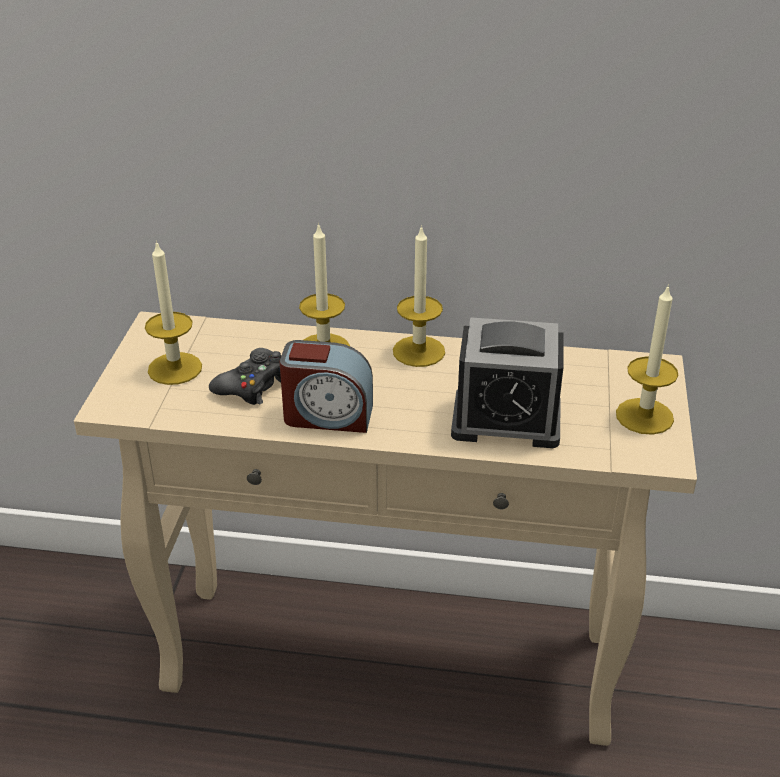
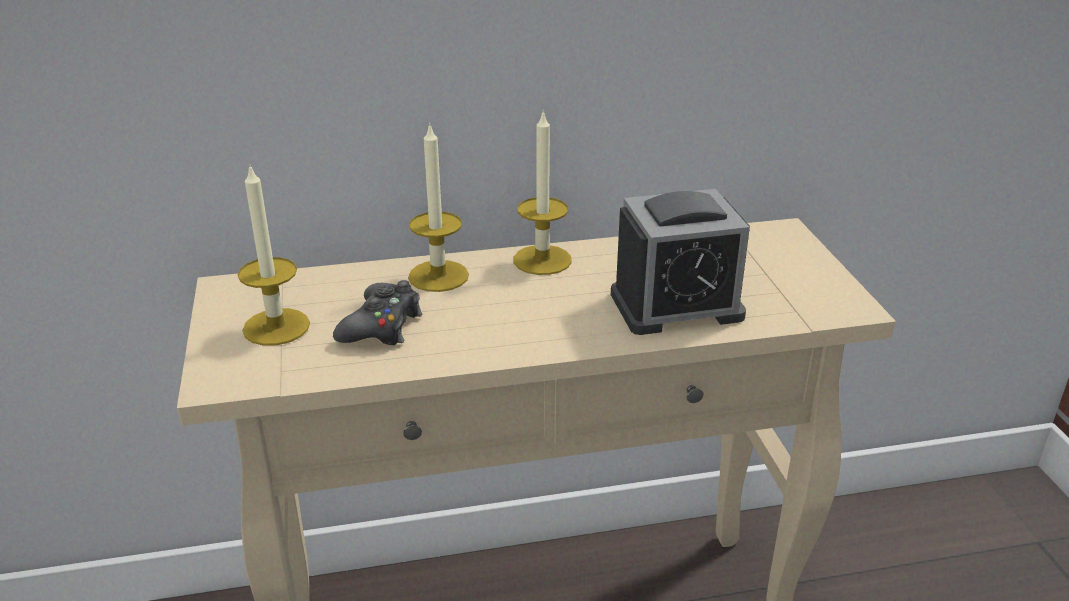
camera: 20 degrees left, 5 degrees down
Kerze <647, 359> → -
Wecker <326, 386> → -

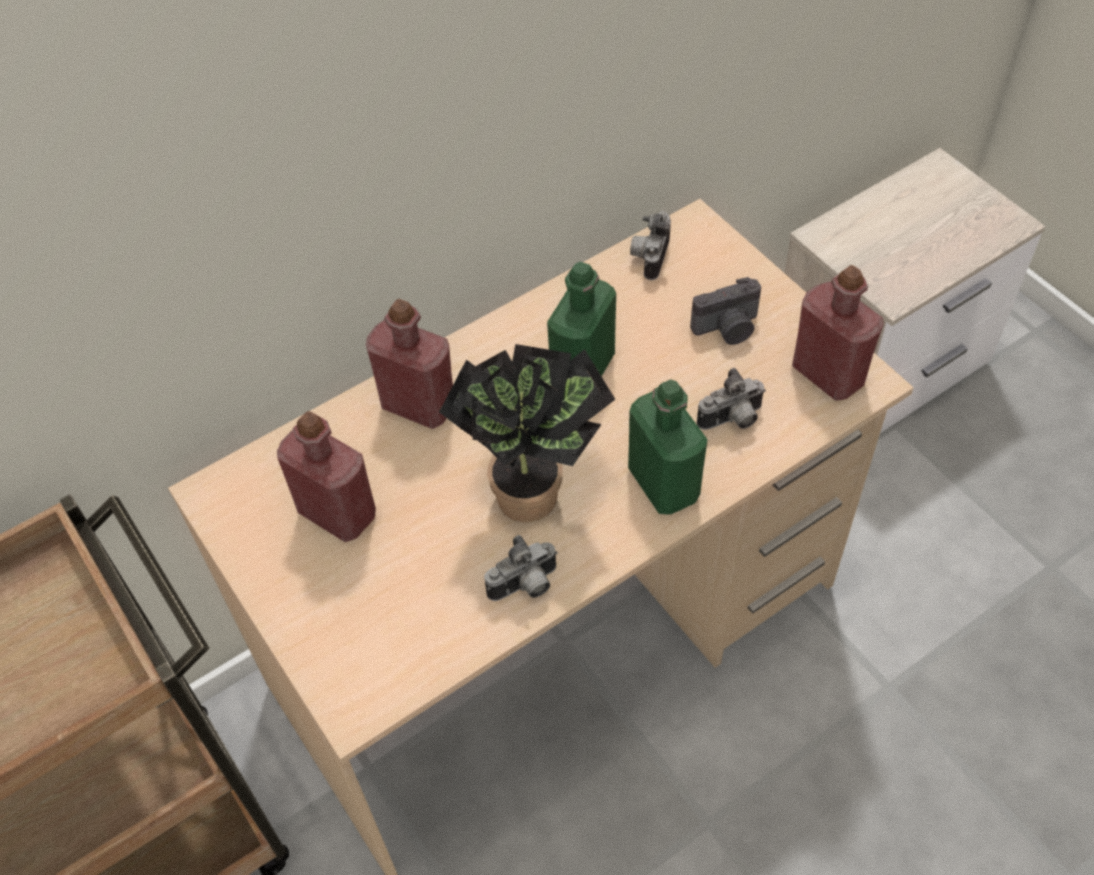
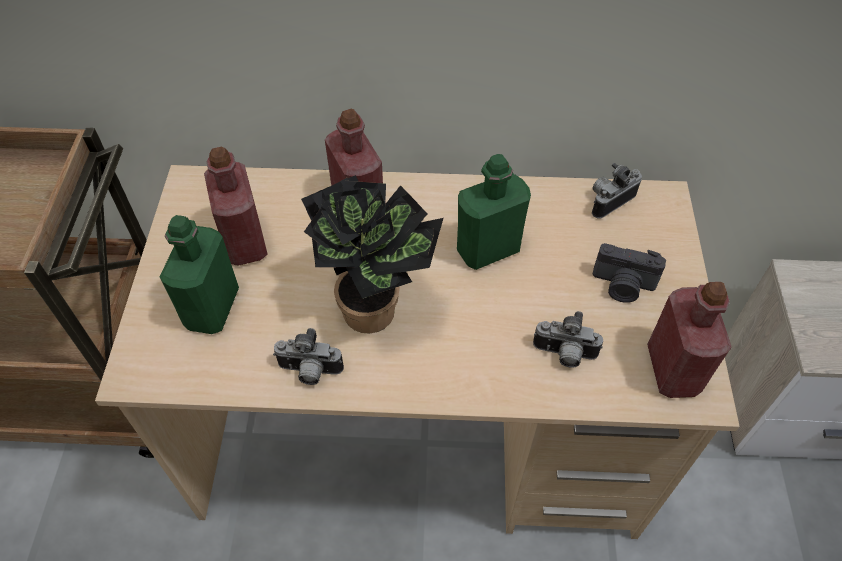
camera: 35 degrees right, 0 degrees up
Flasche/grün <668, 446> → Flasche/grün <199, 274>, move

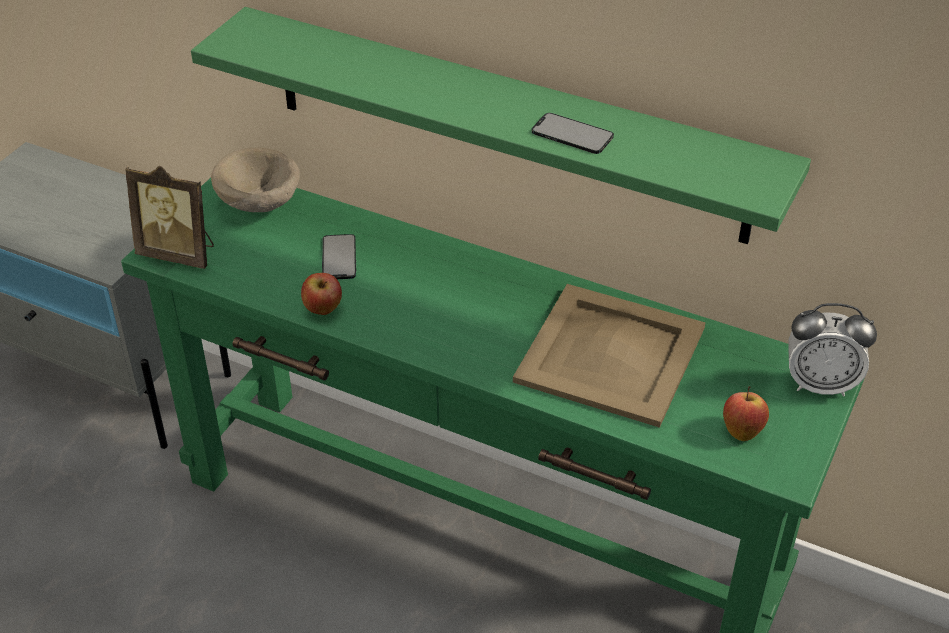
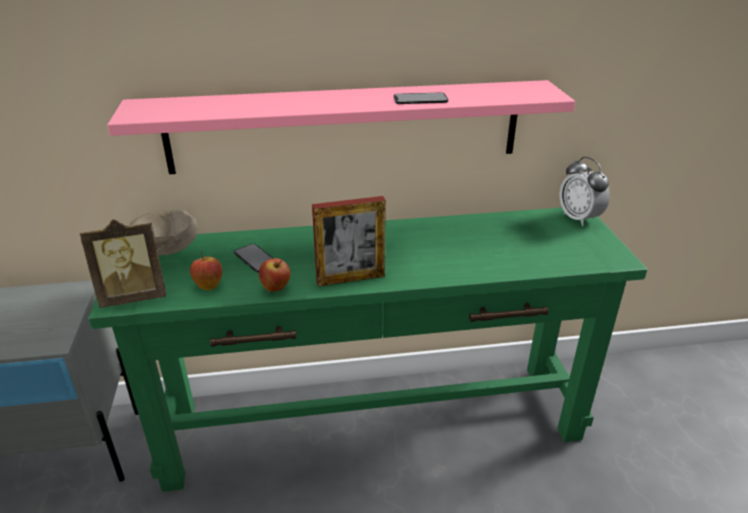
camera: 35 degrees left, 10 degrees down
Wandregal/grün <501, 125> → Wandregal/rosa <341, 127>
Tablett/beige <609, 356> → -
Wecker <832, 350> → Wecker <584, 191>, 90 degrees clockwise
Apfel <746, 413> → Apfel <206, 271>, move
- → Bilderrahmen <349, 241>

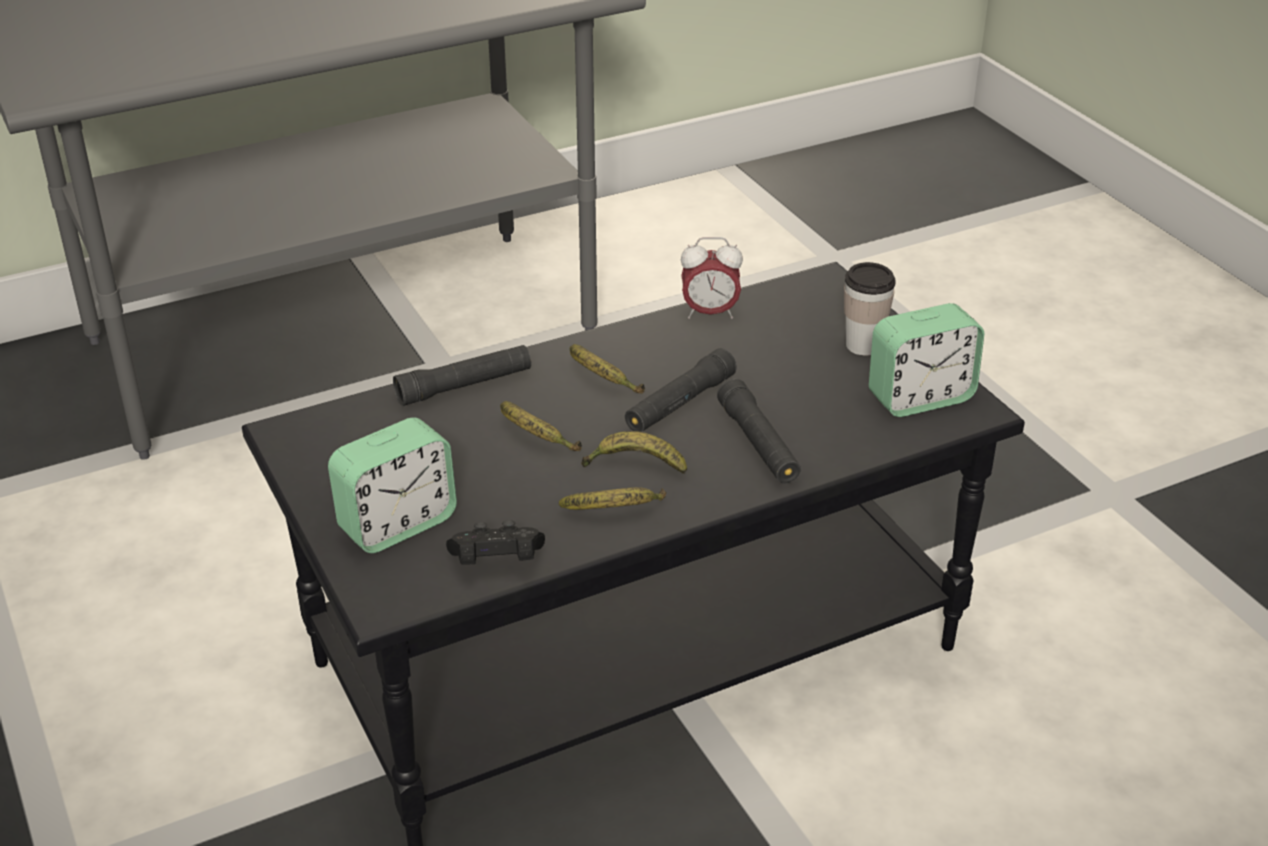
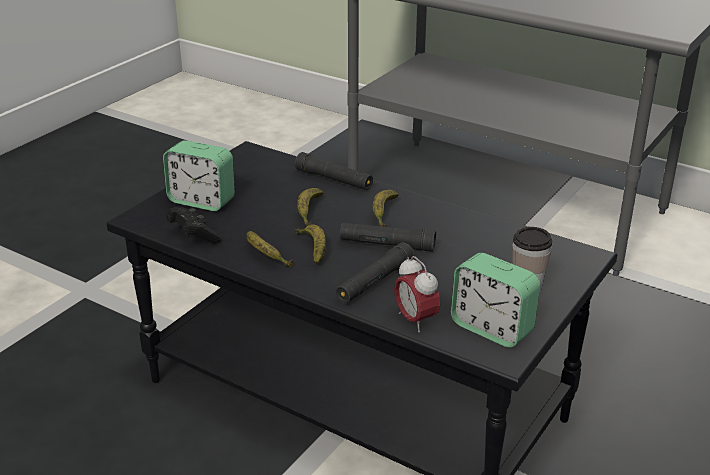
camera: 60 degrees right, 5 degrees down
Wecker <712, 278> → Wecker <417, 294>, move

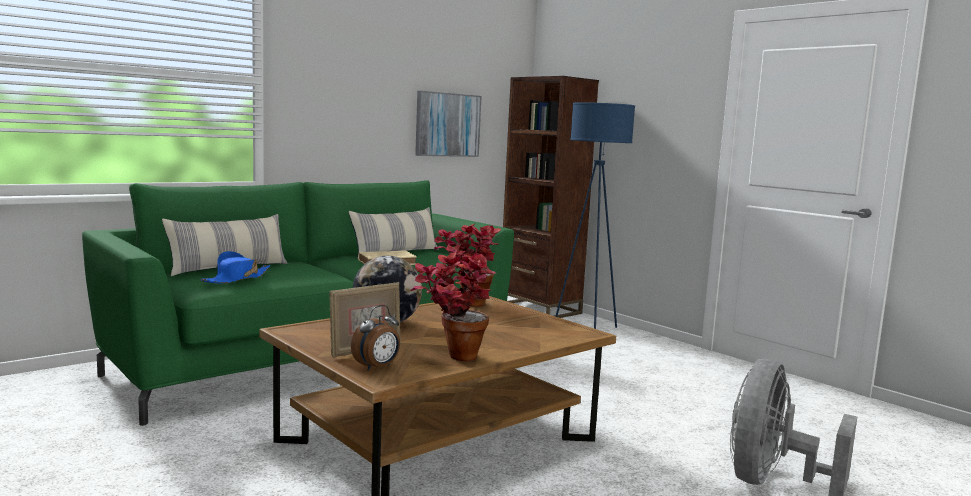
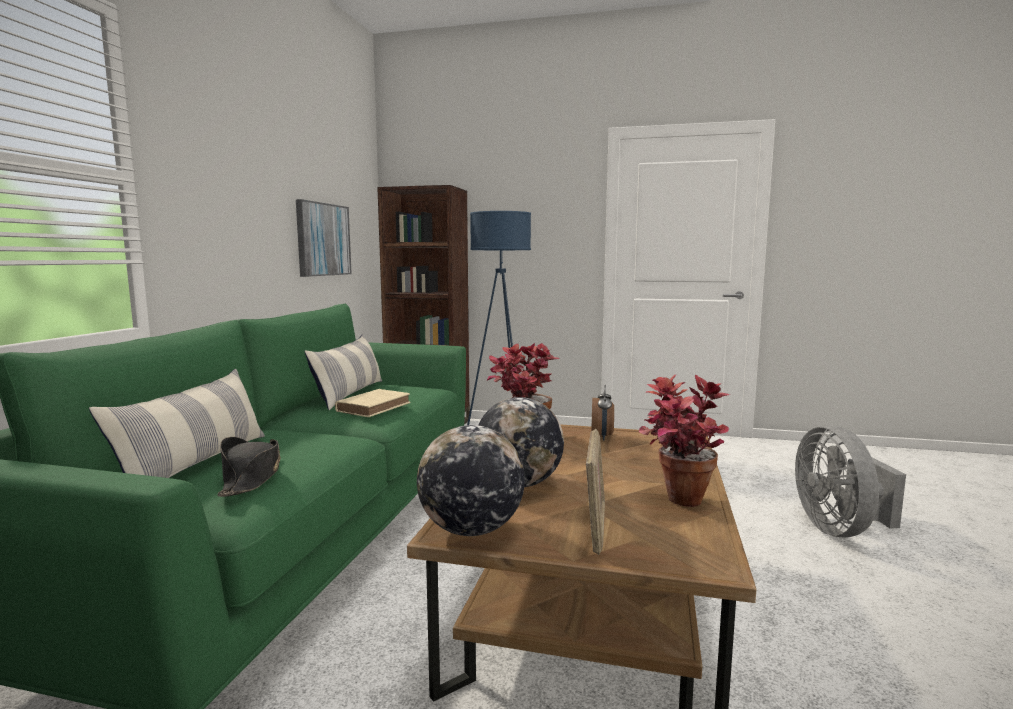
camera: 35 degrees left, 0 degrees up
Hut/blau <235, 267> → Hut/schwarz <249, 467>
Wecker <375, 338> → Wecker <602, 413>, move
- → Globus <471, 480>

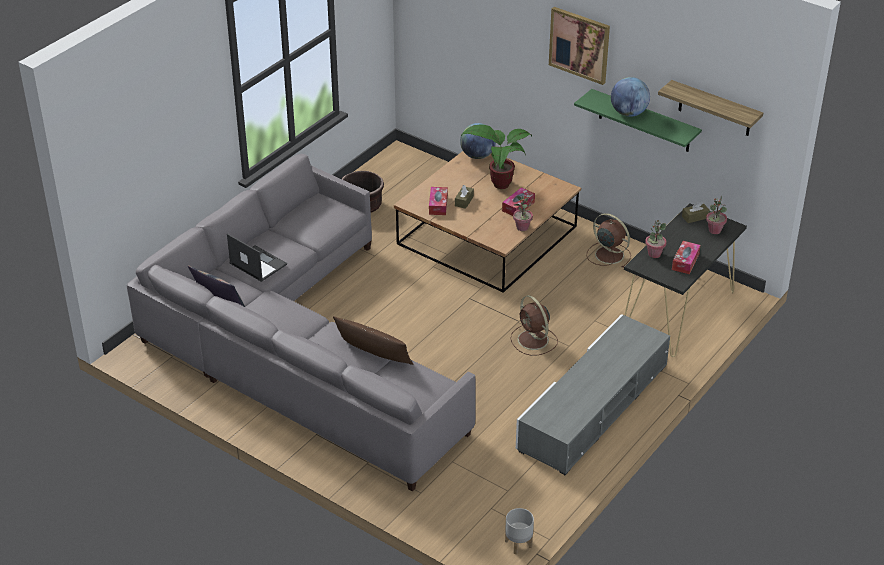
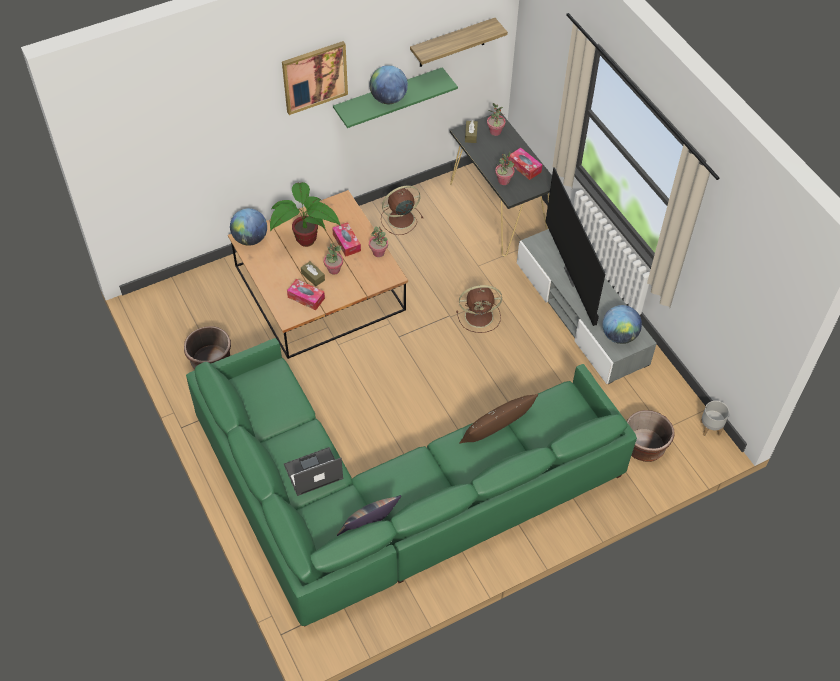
camera: 65 degrees left, 15 degrees up
Sofa/grau <301, 322> → Sofa/grün <411, 482>
- → Fernseher <576, 246>
- → Topfpflanze <333, 259>
- → Globus <622, 324>
- → Pflanzkübel/braun <651, 436>

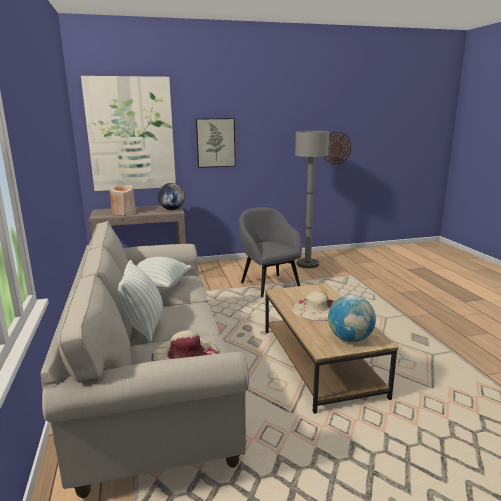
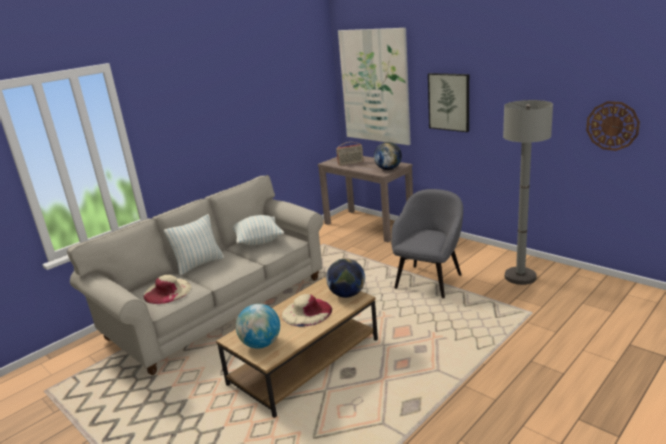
camera: 60 degrees right, 5 degrees up
Vase/beige <122, 200> → Radio <349, 154>
- → Globus <345, 278>

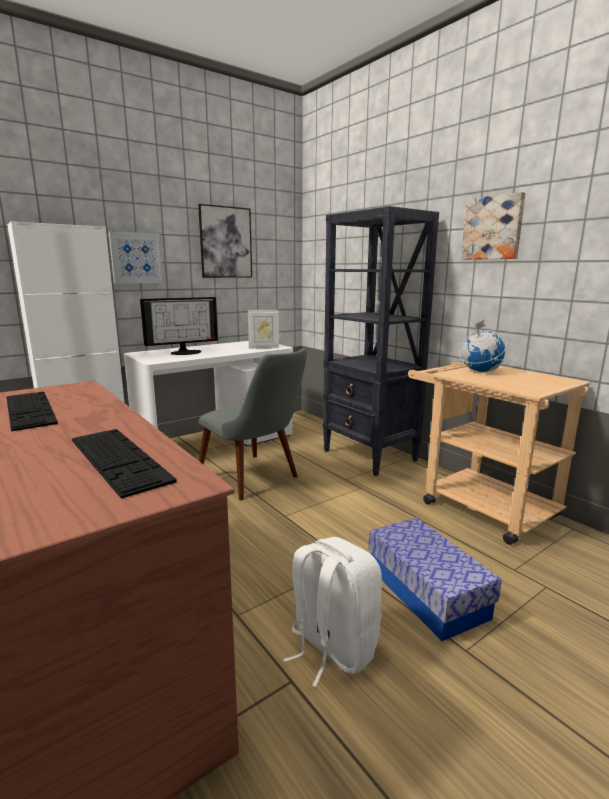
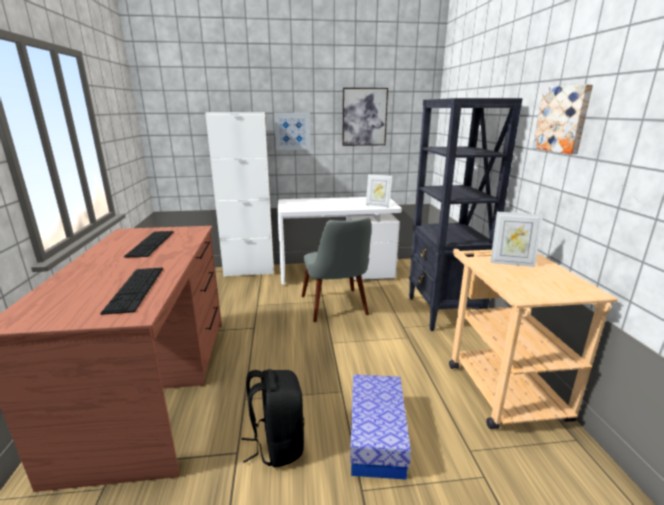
camera: 30 degrees right, 5 degrees up
Monitor <179, 326> → -
Globus <483, 346> → Bilderrahmen <516, 239>
Rucksack/weiß <332, 612> → Rucksack/schwarz <272, 418>

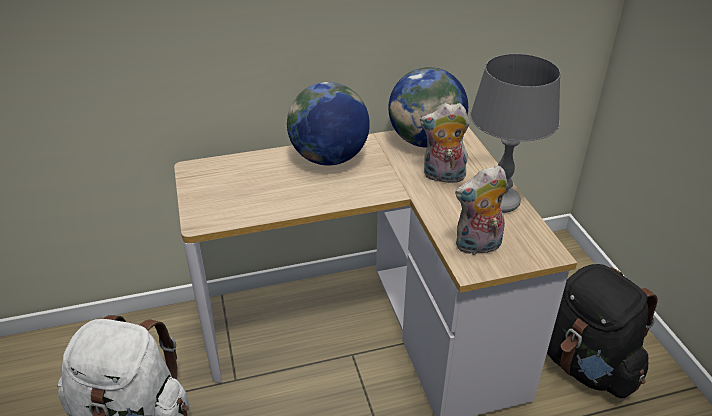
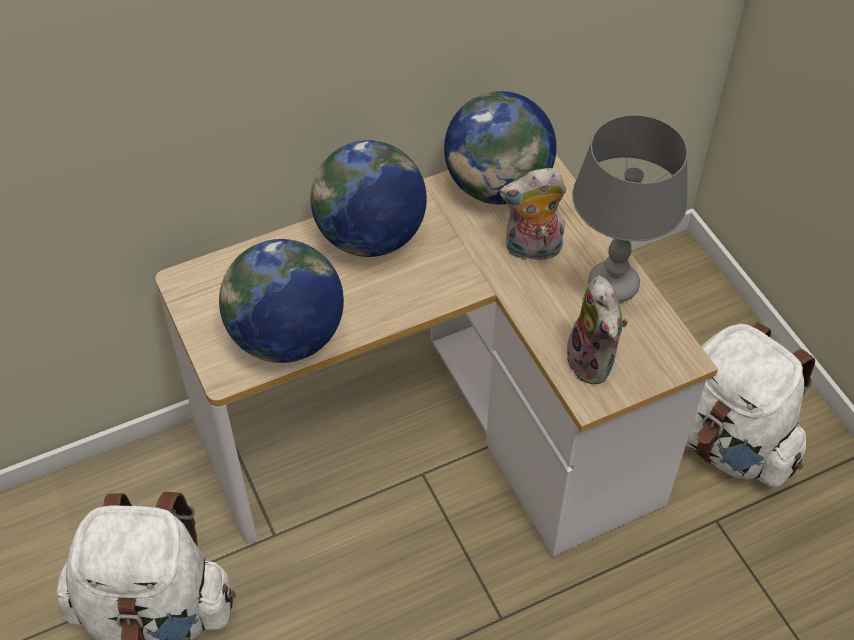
camera: 10 degrees left, 15 degrees up
Plüschtier <481, 210> → Plüschtier <597, 330>, 75 degrees counterclockwise
Rucksack/schwarz <602, 331> → Rucksack/weiß <750, 404>
- → Globus <281, 301>

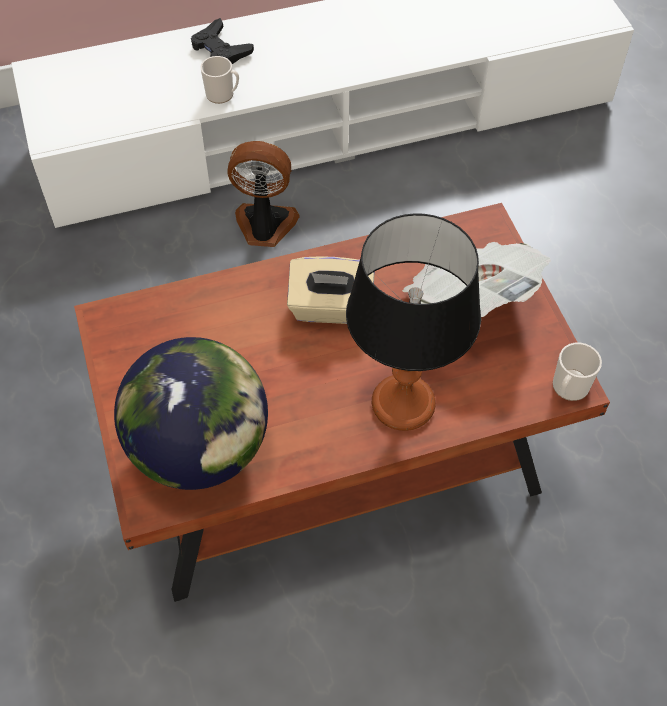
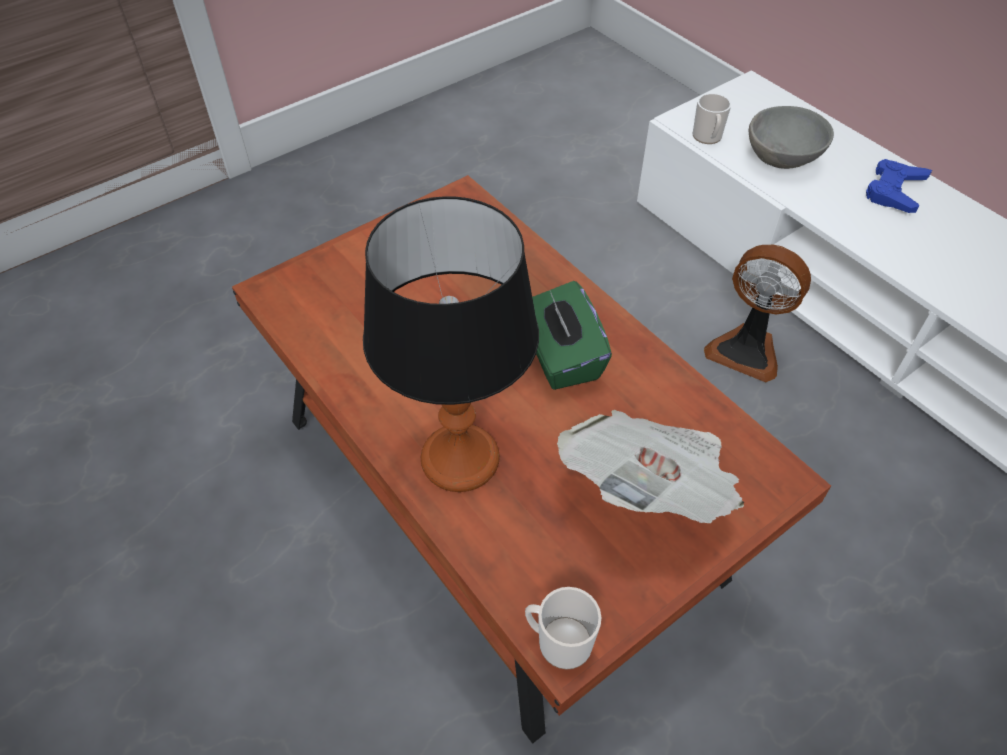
camera: 70 degrees right, 5 degrees down
Gamepad/schwarz <222, 41> → Gamepad/blau <899, 186>
Henkelbecher <219, 80> → Henkelbecher <712, 118>, move
Ventilator <263, 194> → Ventilator <757, 313>, 135 degrees clockwise
Taschentuchbox/beige <331, 290> → Taschentuchbox/grün <572, 335>
Globus <191, 413> → -
- → Schüssel/grau <791, 137>

